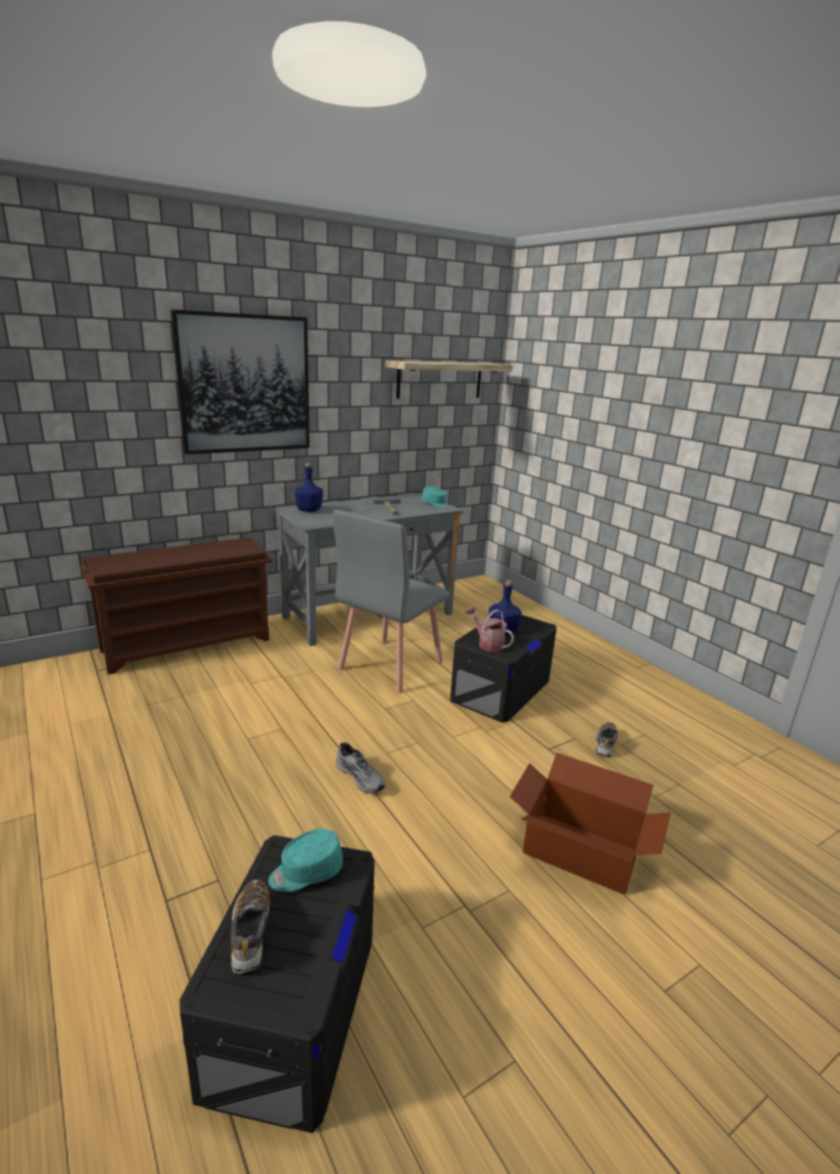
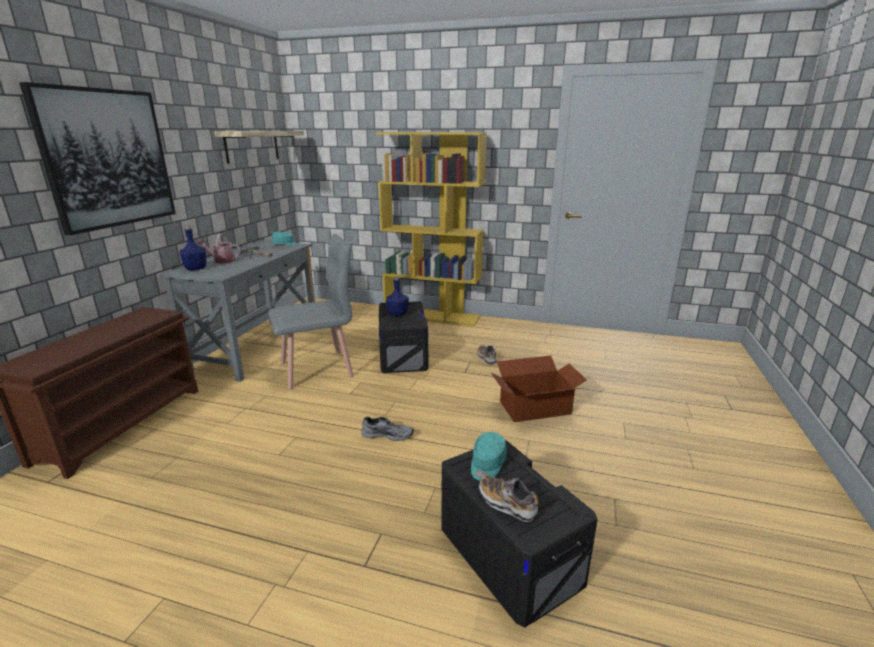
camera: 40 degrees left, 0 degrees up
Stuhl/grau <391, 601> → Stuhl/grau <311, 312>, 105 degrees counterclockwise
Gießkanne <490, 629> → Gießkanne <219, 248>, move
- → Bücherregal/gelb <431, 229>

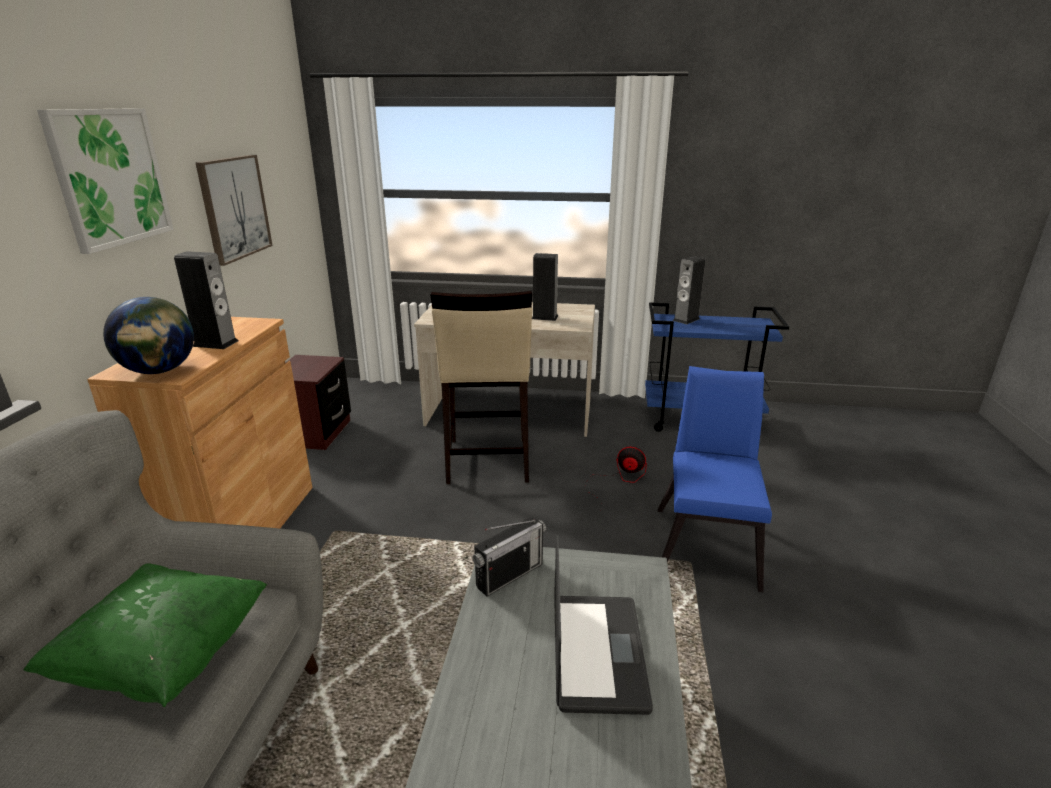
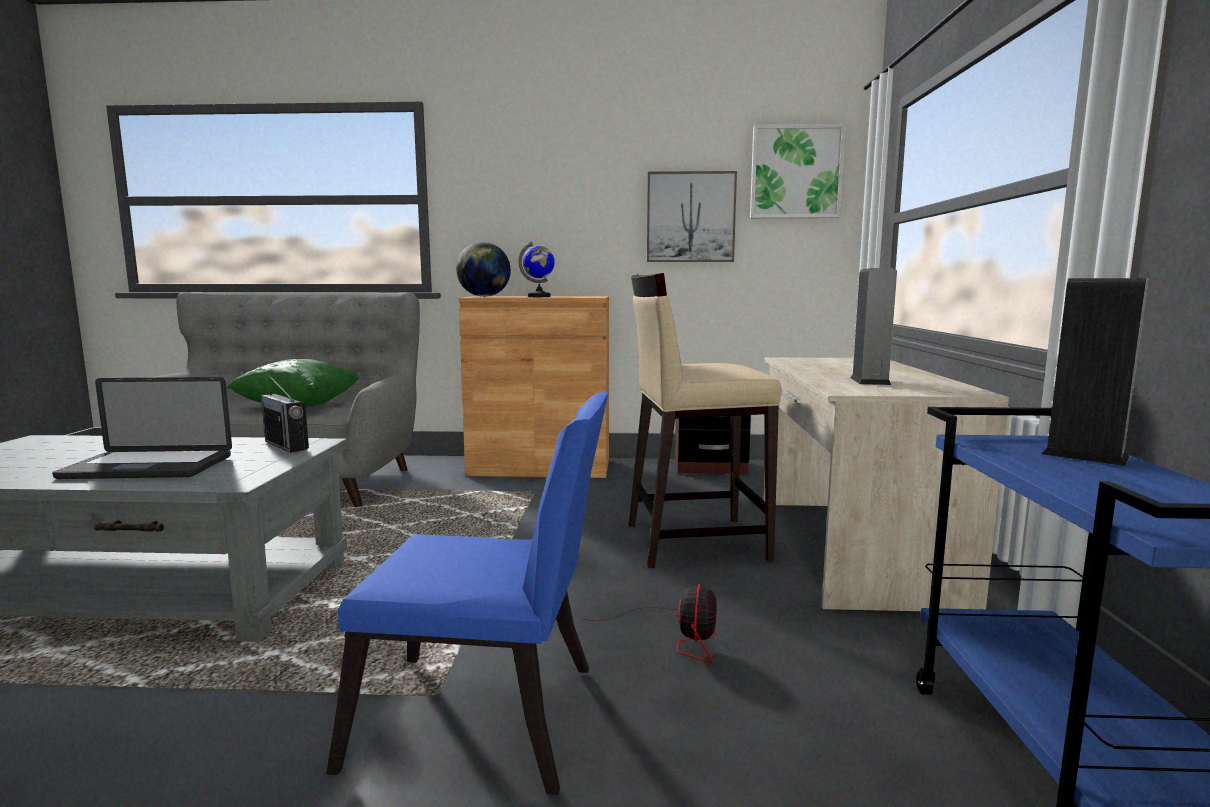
camera: 85 degrees right, 15 degrees down
Bild <105, 181> → Bild <798, 171>, move
Lautsprecher <206, 300> → Globus <537, 269>

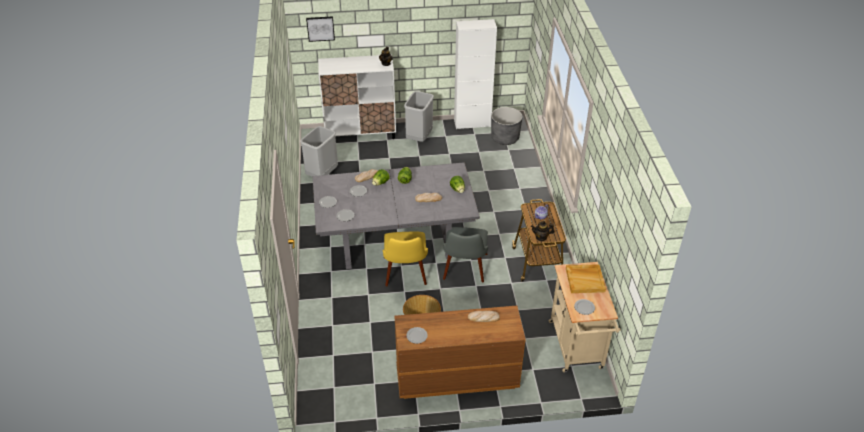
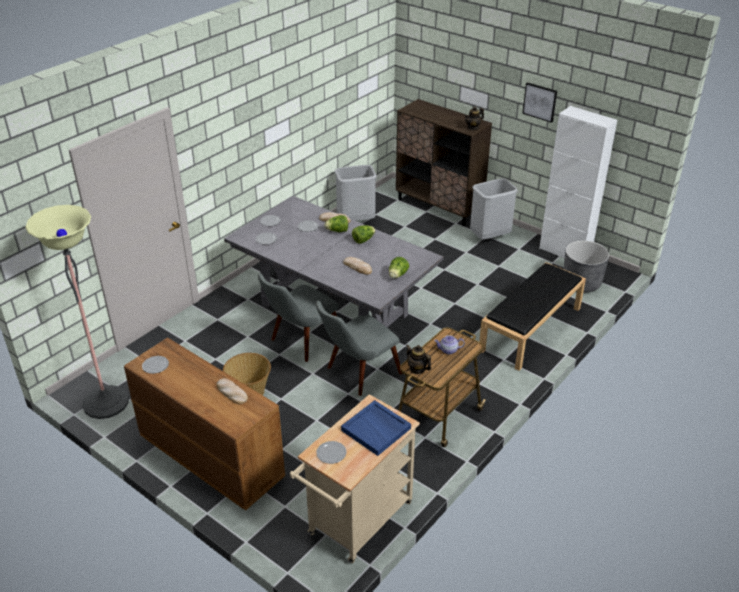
camera: 45 degrees right, 5 degrees down
Bild <320, 29> → Bild <539, 102>, move
Schrank/weiß <357, 97> → Schrank/braun <444, 162>
Stuhl/gelb <405, 259> → Stuhl/grau <298, 317>
Tablett/beige <586, 278> → Tablett/blau <376, 428>
- → Stehlampe <77, 312>
- → Bank/schwarz <532, 316>

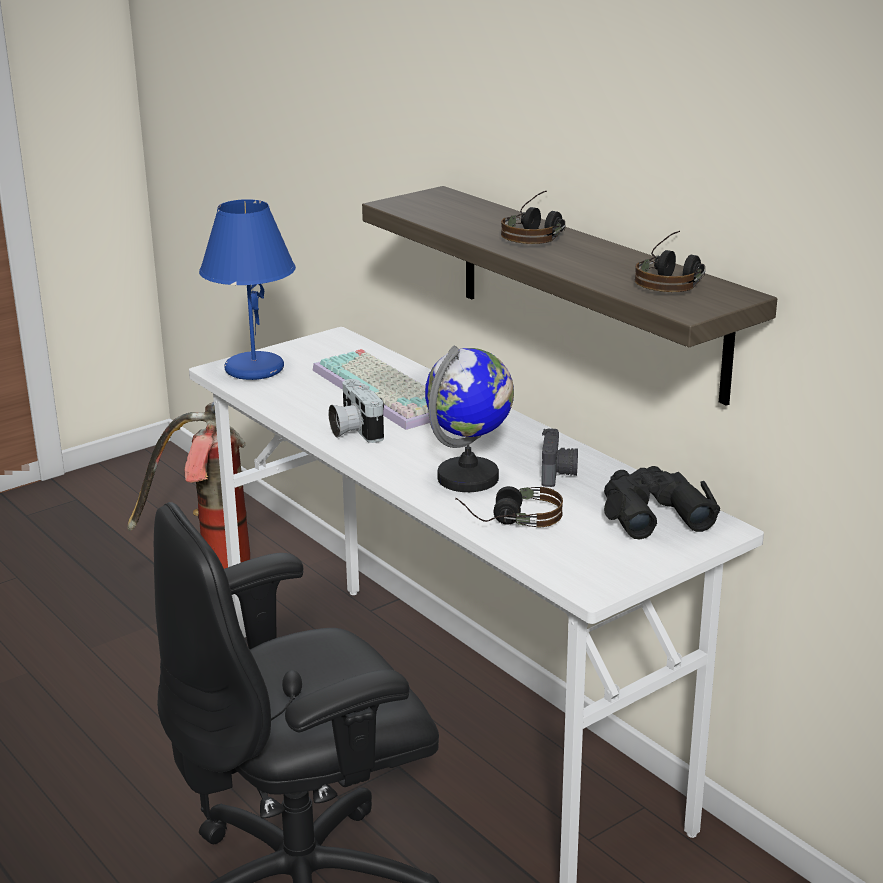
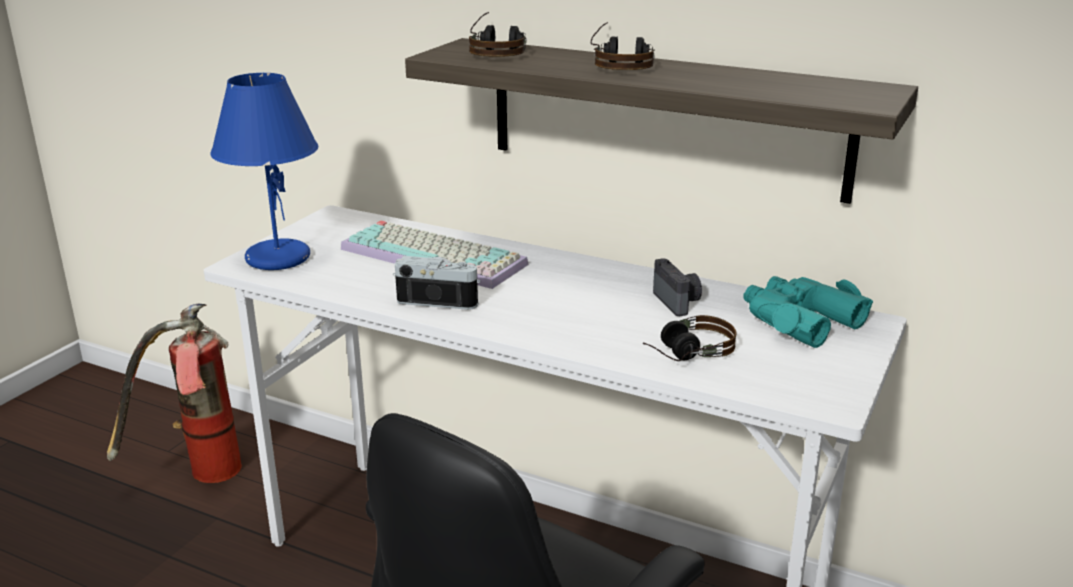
camera: 25 degrees left, 0 degrees up
Kopfhörer <670, 261> → Kopfhörer <498, 34>, move
Globus <469, 419> → -
Kamera <356, 411> → Kamera <436, 283>, 150 degrees clockwise
Fernglas/schwarz <662, 503> → Fernglas/türkis <808, 312>

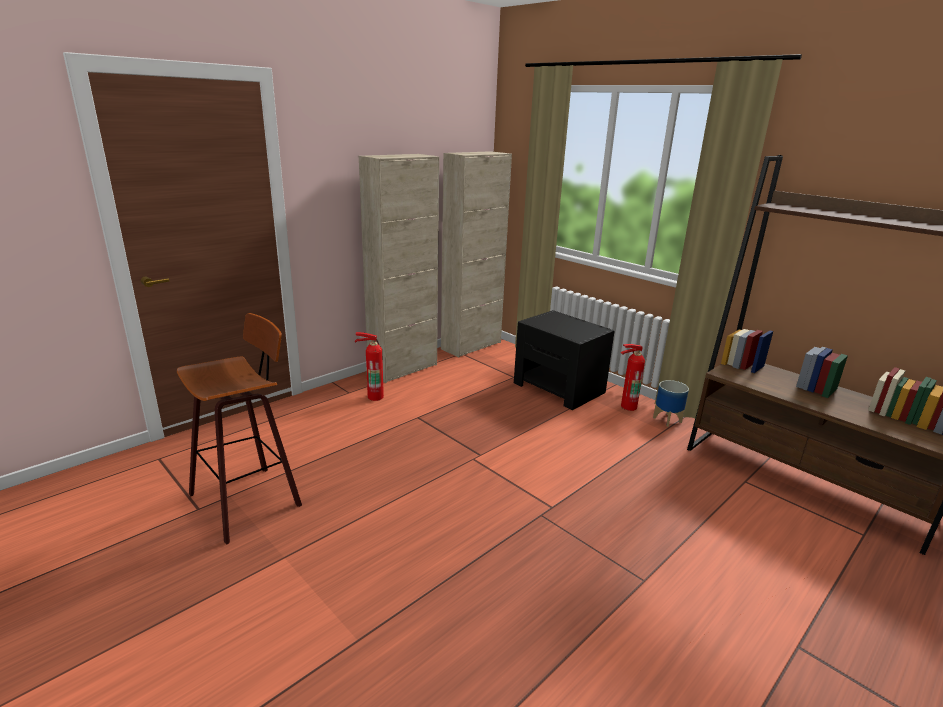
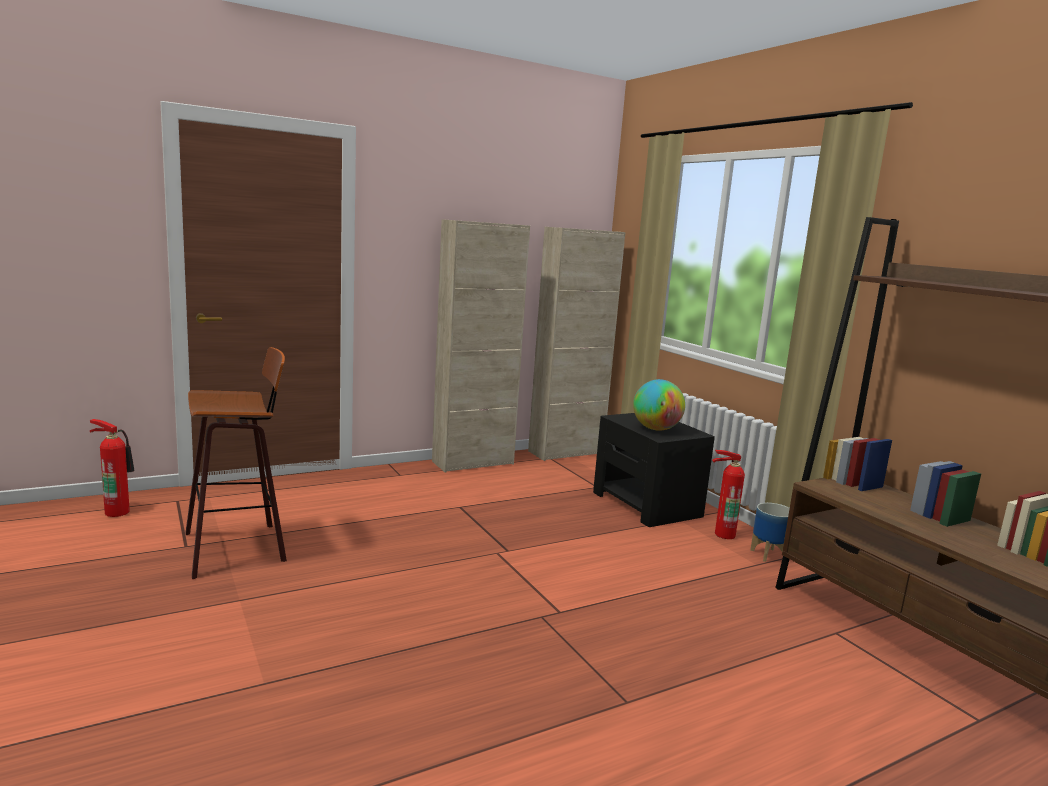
camera: 15 degrees right, 10 degrees down
Feuerlöscher <369, 366> → Feuerlöscher <112, 468>, move
- → Globus <659, 405>

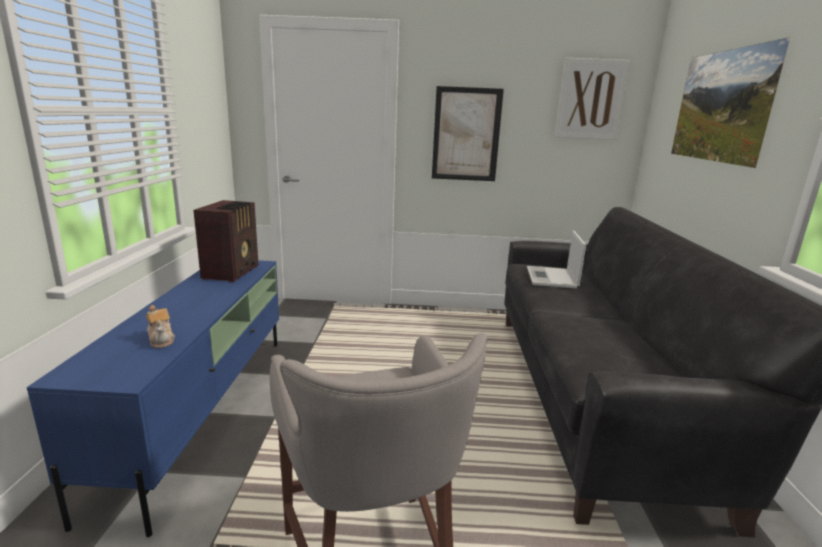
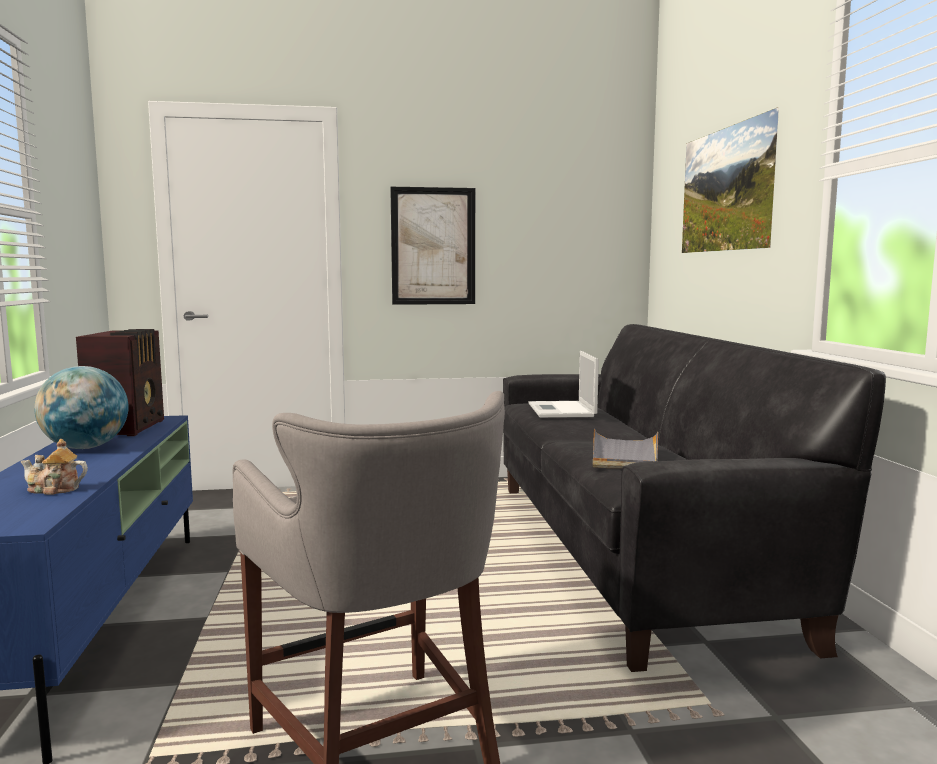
camera: 10 degrees left, 10 degrees down
Bild <592, 99> → -
Teekanne <160, 326> → Teekanne <54, 467>, 135 degrees clockwise
- → Globus <81, 407>
- → Tablett/grau <625, 448>

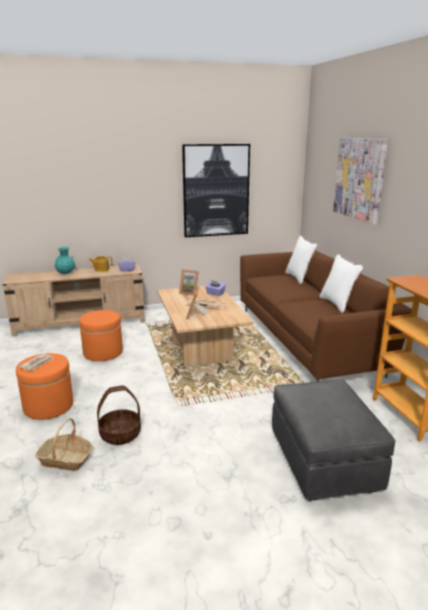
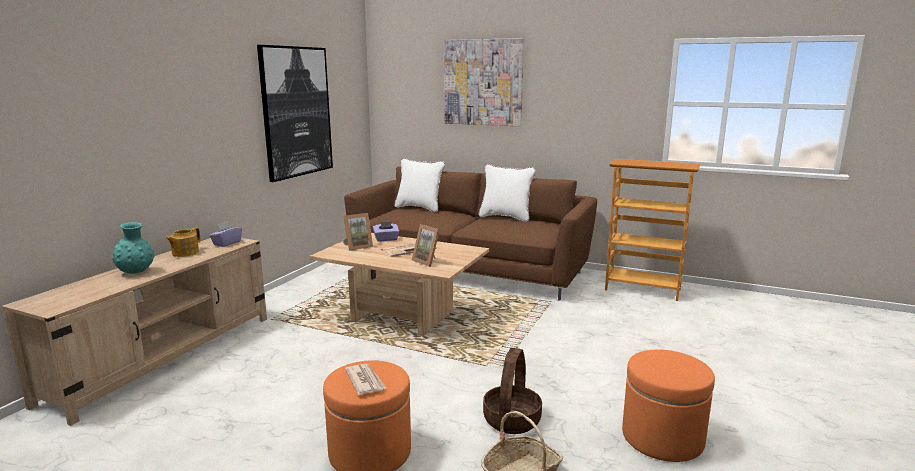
camera: 50 degrees left, 5 degrees down
Polsterhocker/orange <101, 335> → Polsterhocker/orange <668, 406>, move
Polsterhocker/grau <334, 440> → -

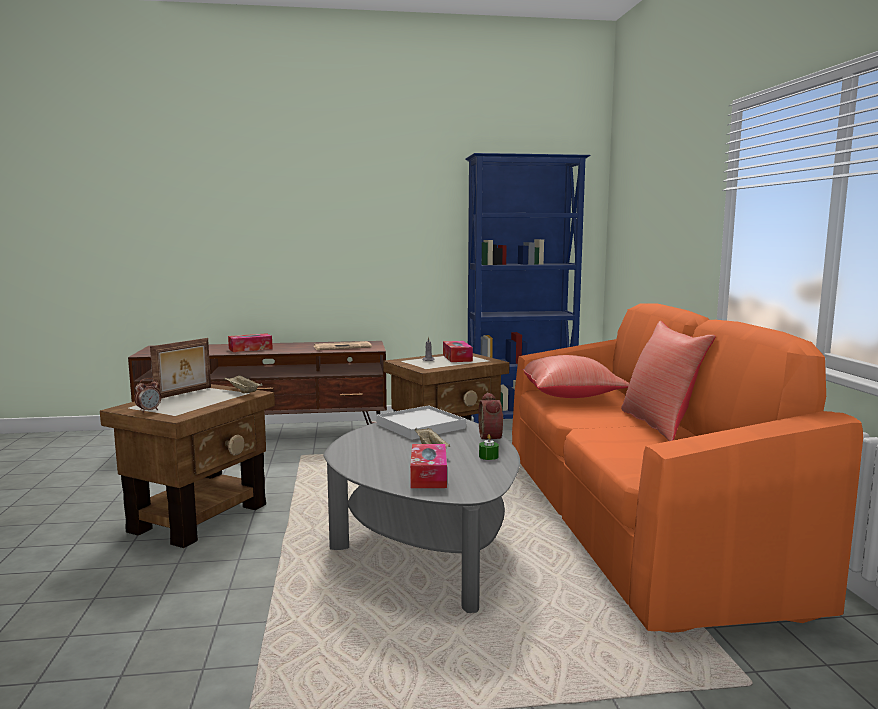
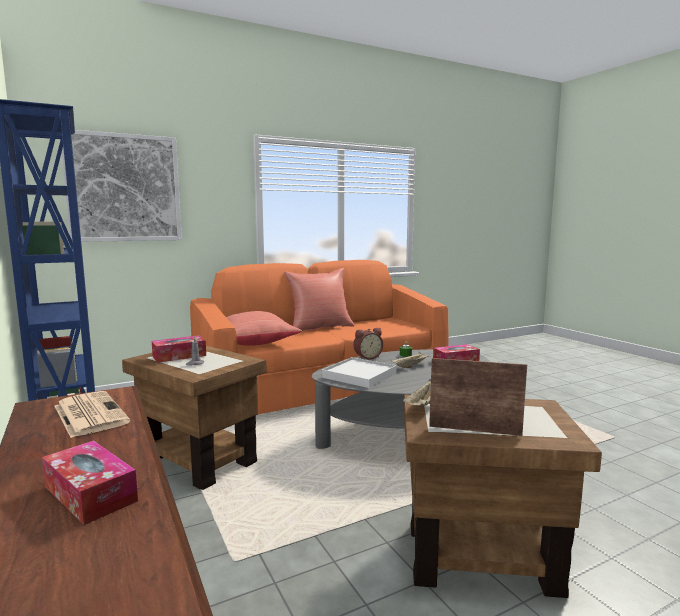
camera: 110 degrees left, 0 degrees up
Wecker <147, 395> → -
- → Bild <121, 186>

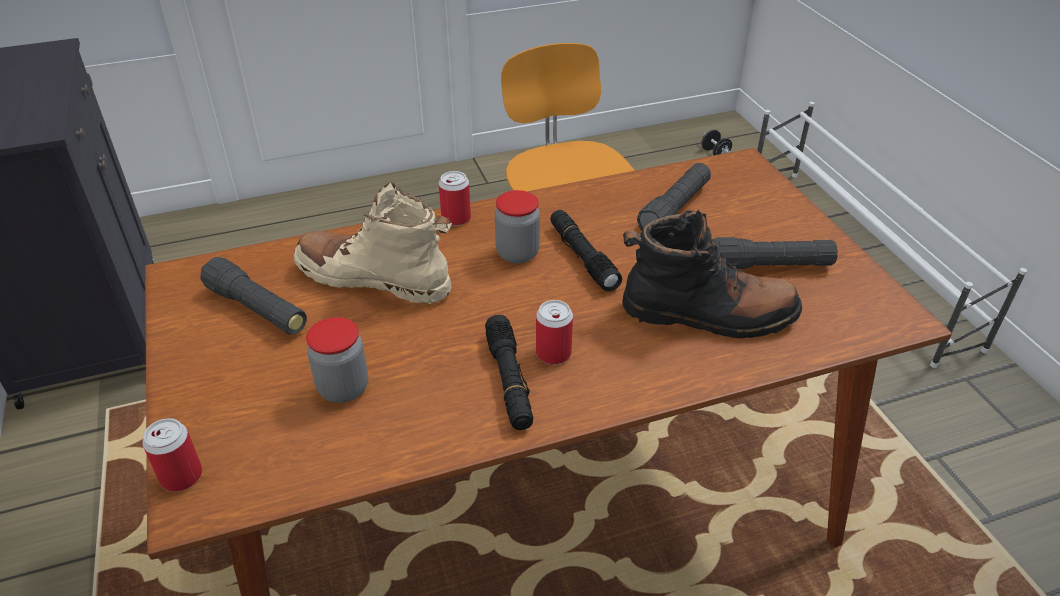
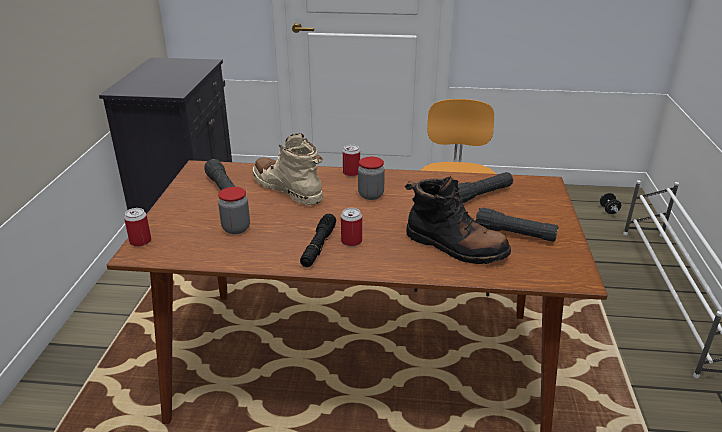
camera: 25 degrees right, 10 degrees down
Taschenlampe/schwarz <586, 251> → -

